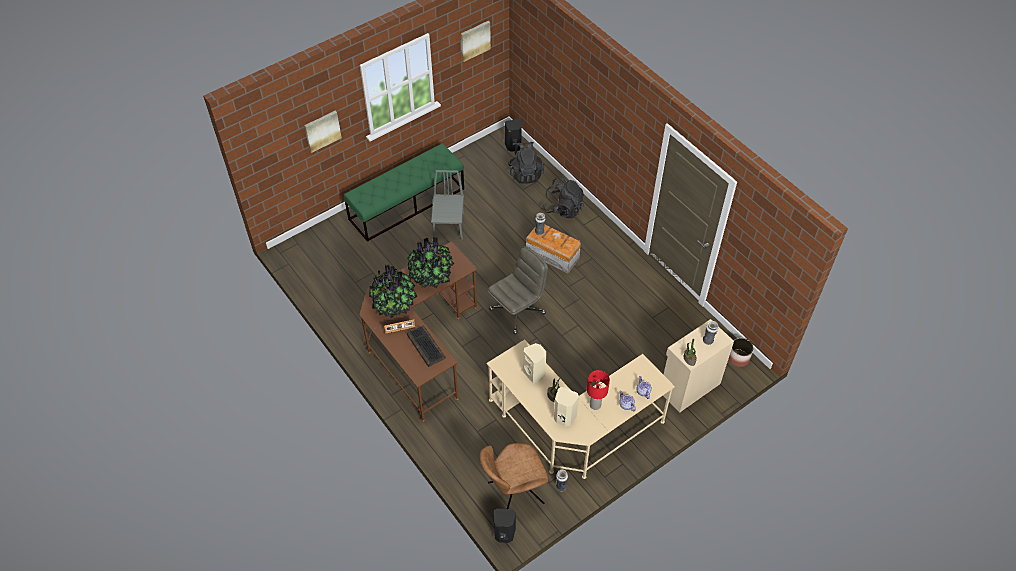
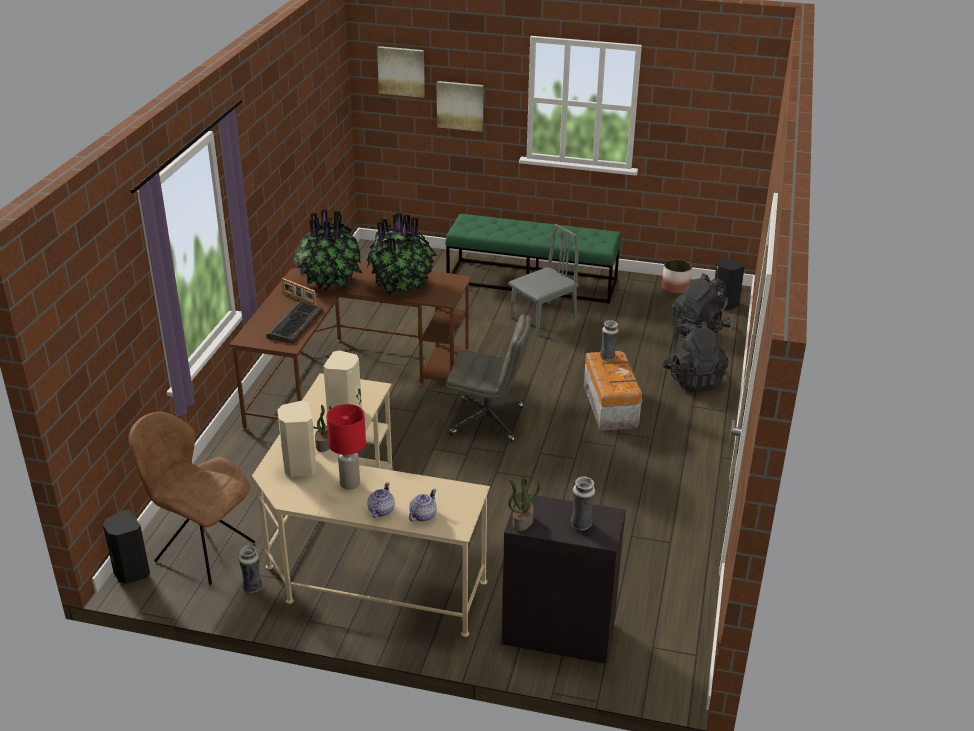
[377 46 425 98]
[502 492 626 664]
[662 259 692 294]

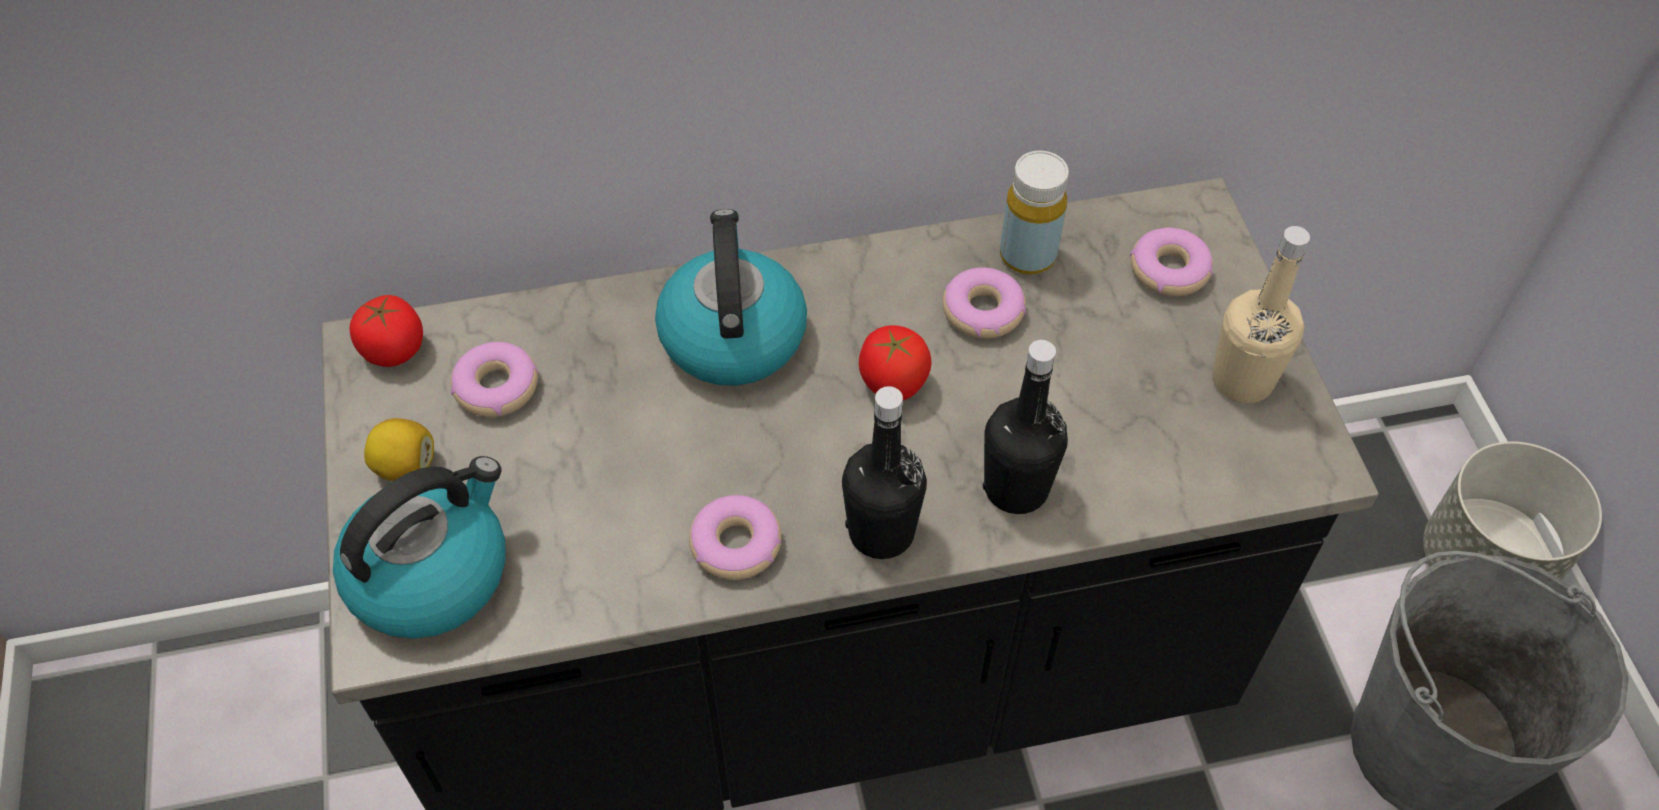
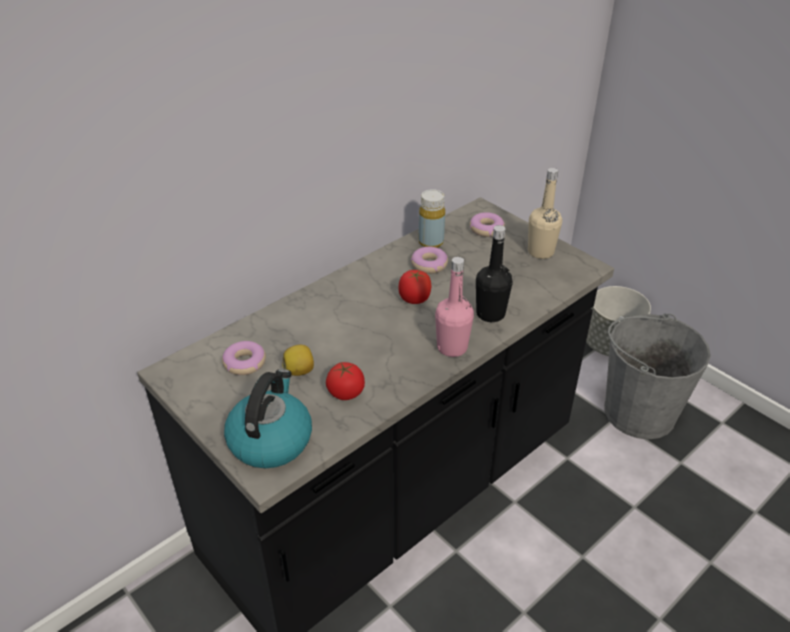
[282 345 314 376]
[326 362 365 400]
[435 257 474 357]
[655 209 807 386] (first image)
[689 495 782 580] (first image)

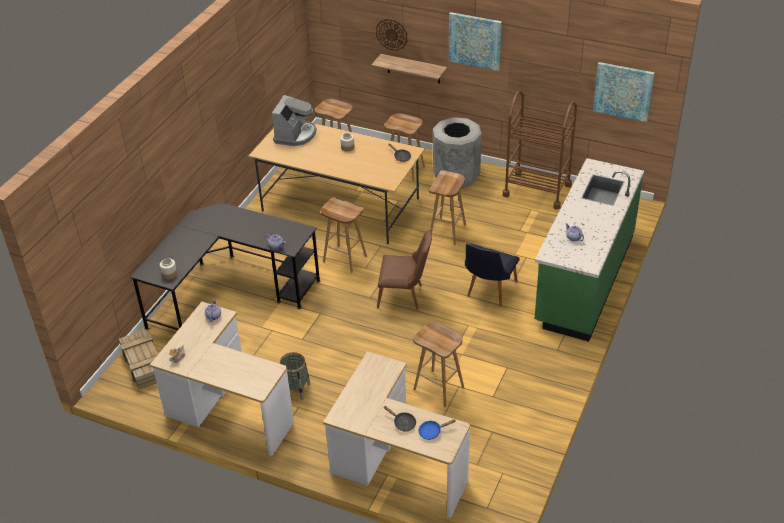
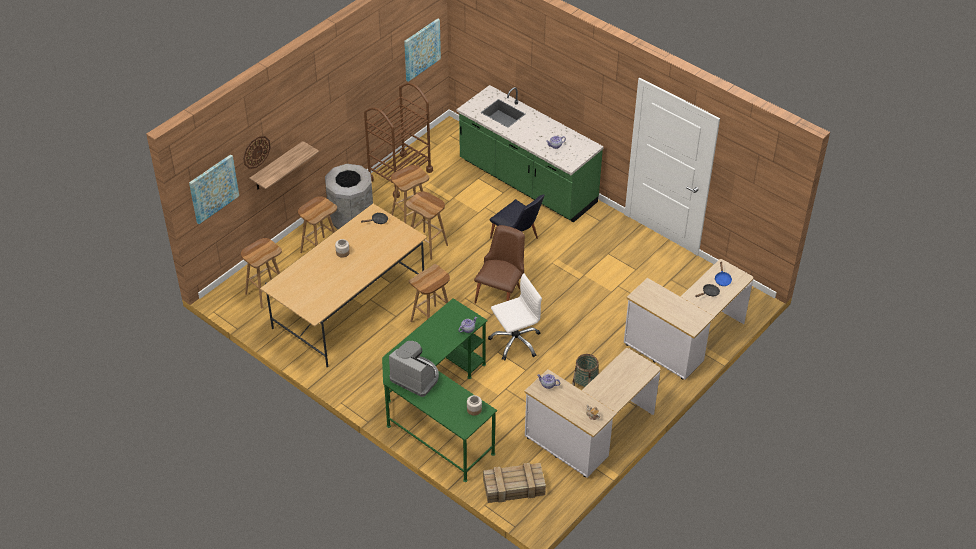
[189 154 239 224]
[382 298 497 482]
[389 341 439 397]
[391 165 429 223]
[488 273 542 361]

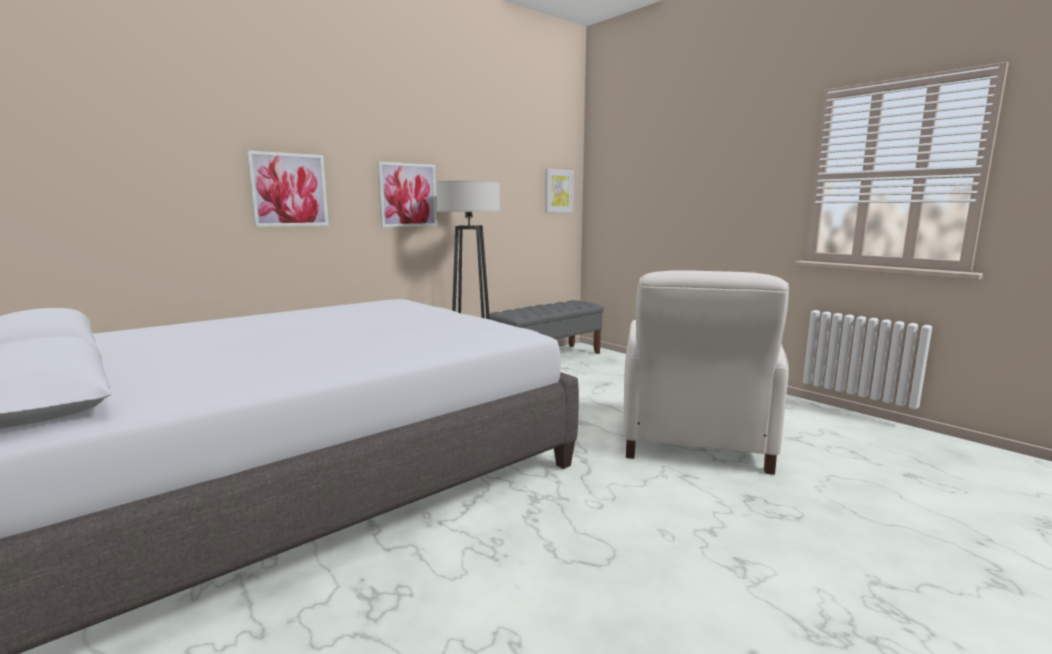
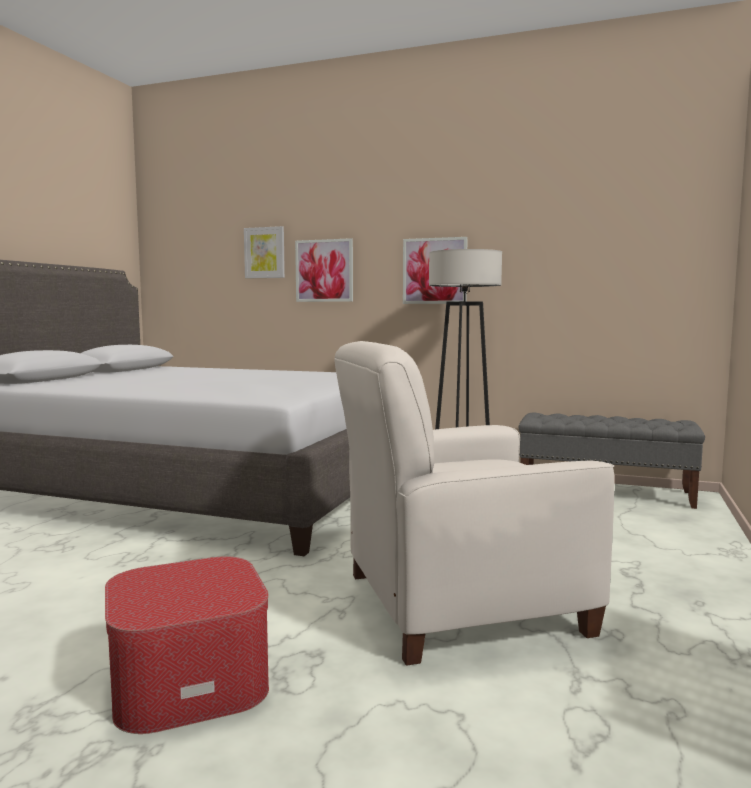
[105 556 269 734]
[244 226 285 278]

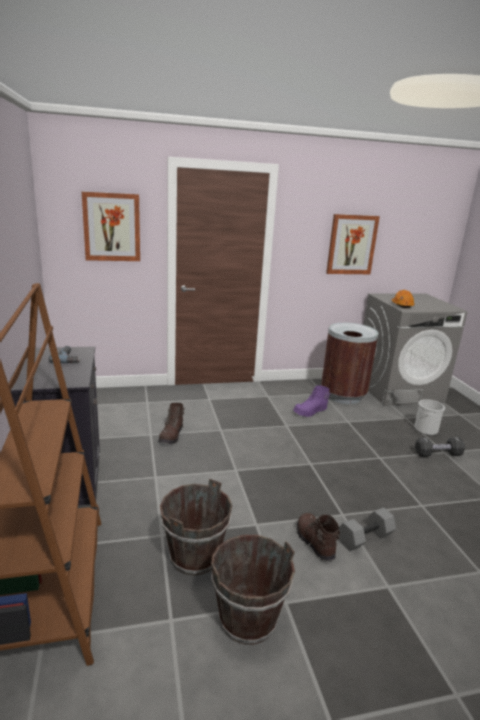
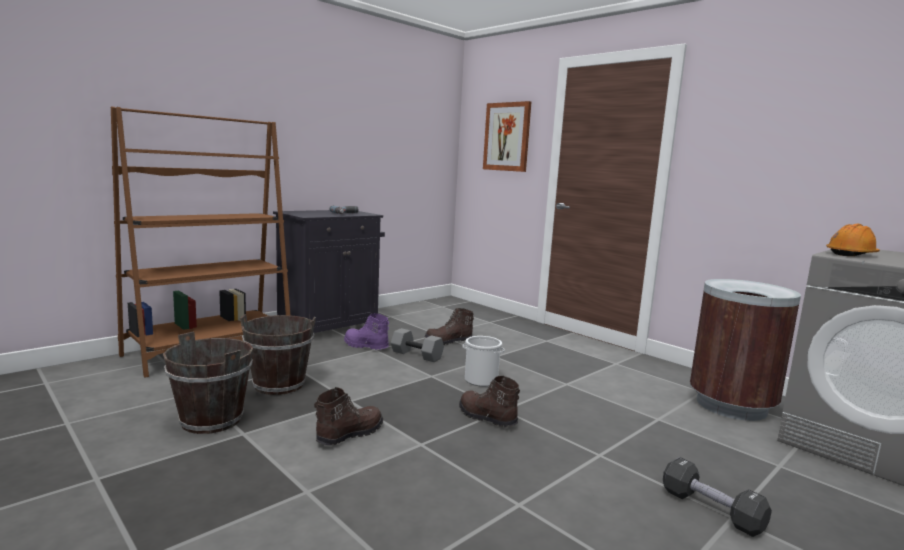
[344 313 389 350]
[391 328 444 362]
[459 376 520 428]
[462 336 505 387]
[326 214 380 274] (first image)

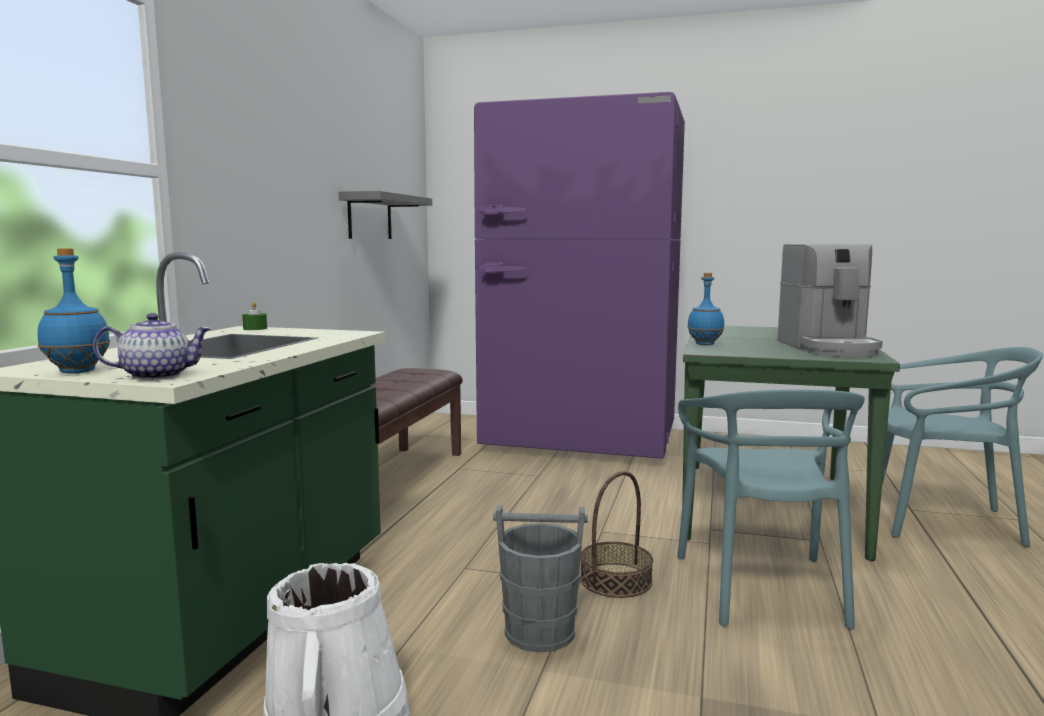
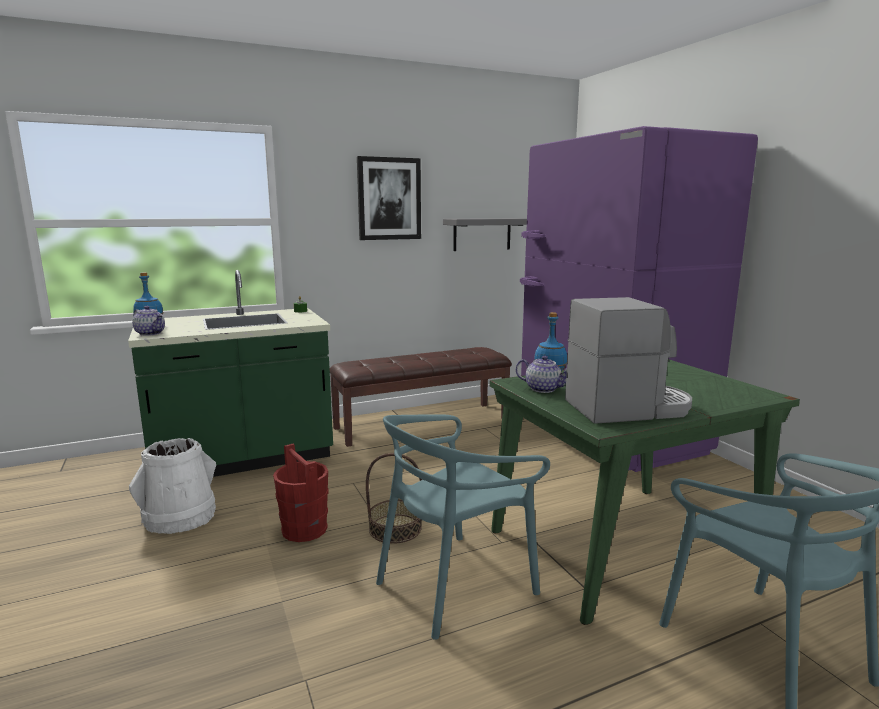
[273 443 329 542]
[357 156 421 240]
[516 355 567 393]
[565 297 692 424]

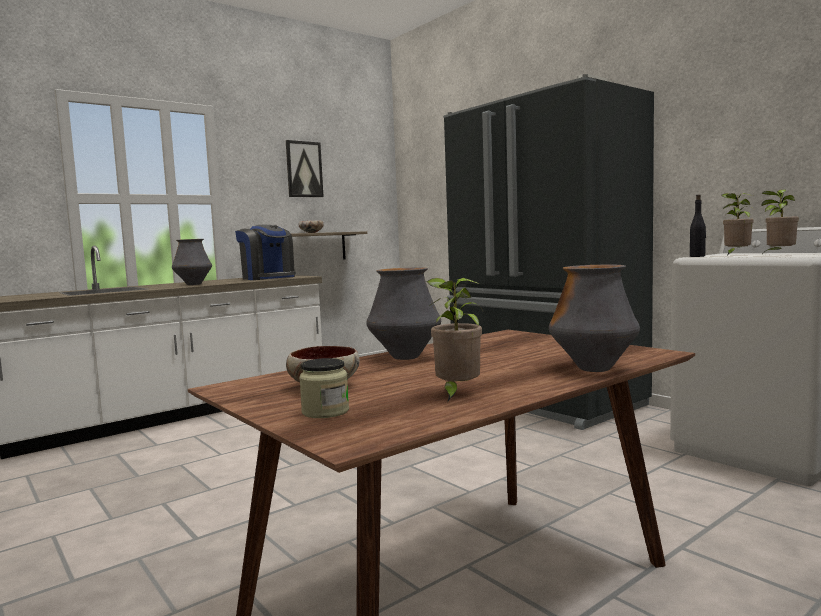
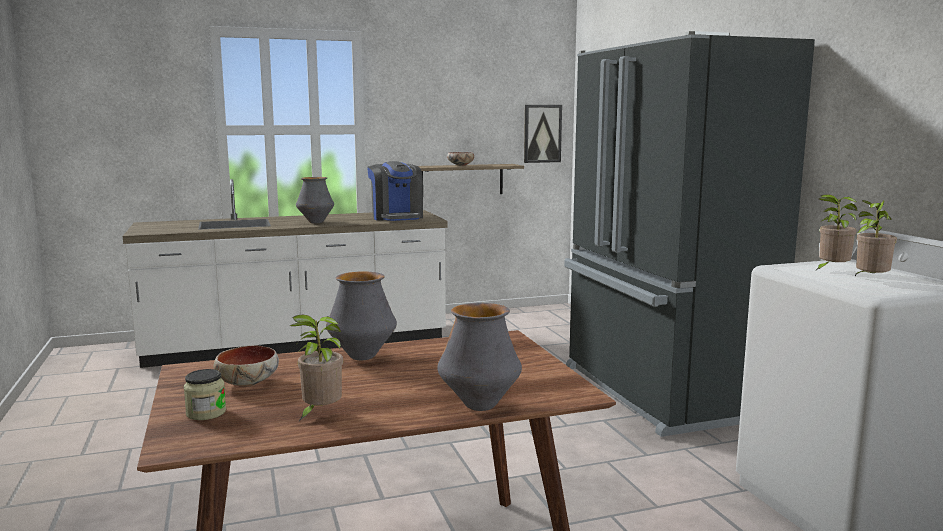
[524 105 562 163]
[690 194 706 257] (first image)

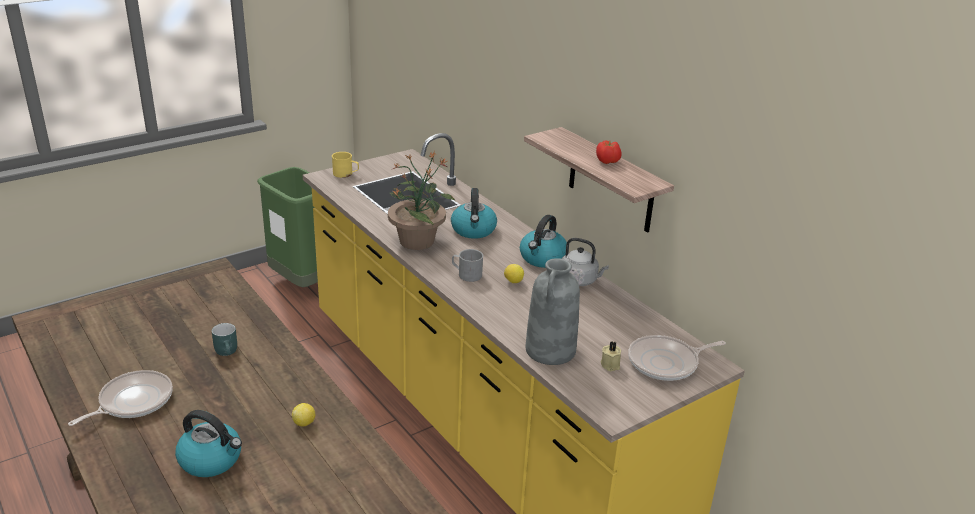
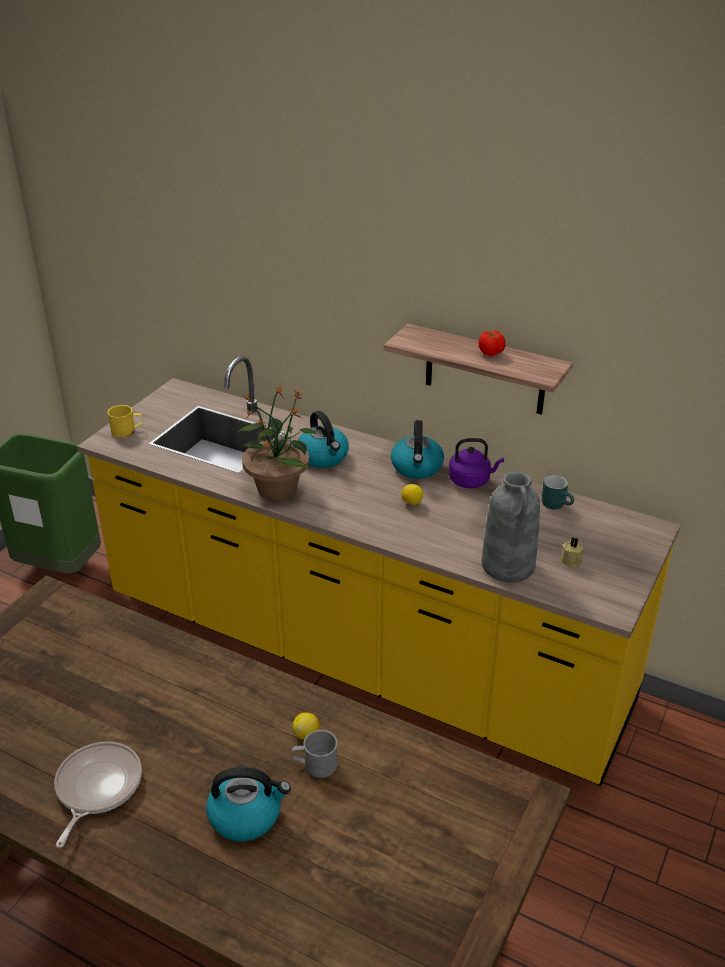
[292 730 338 778]
[449 438 504 488]
[542 475 574 509]
[628 335 726 381] (first image)

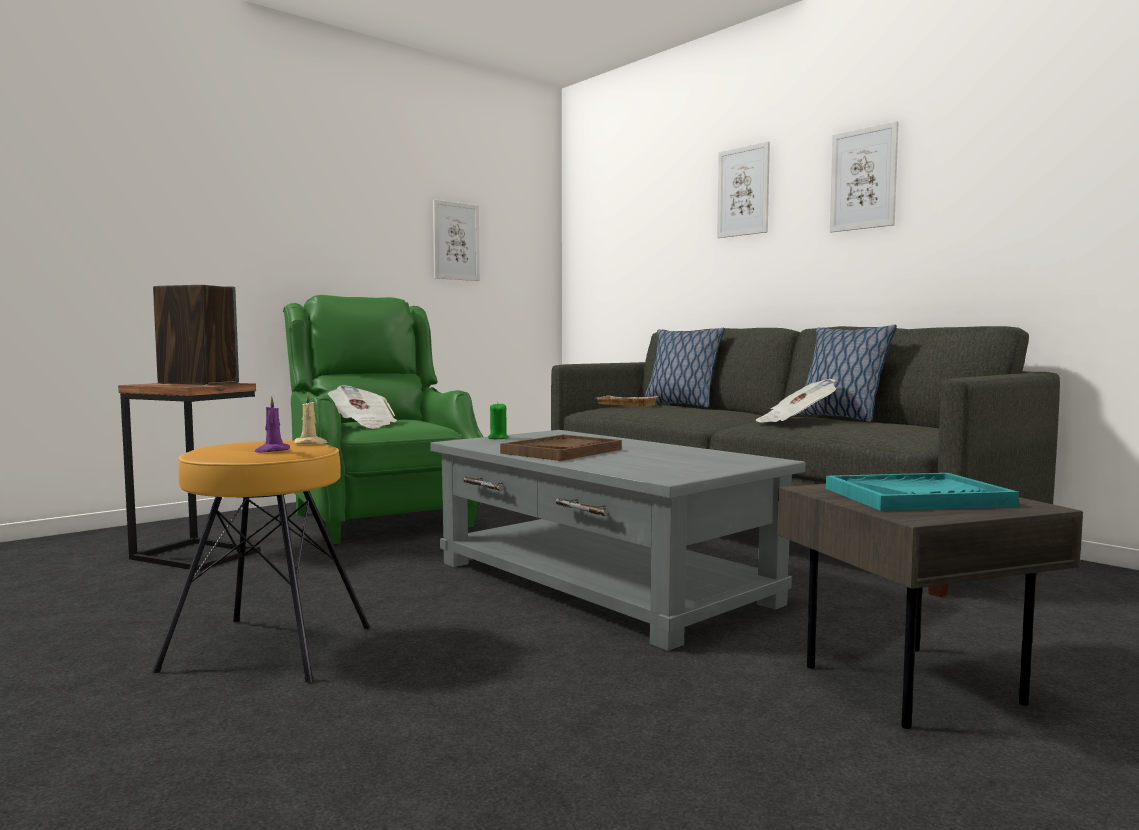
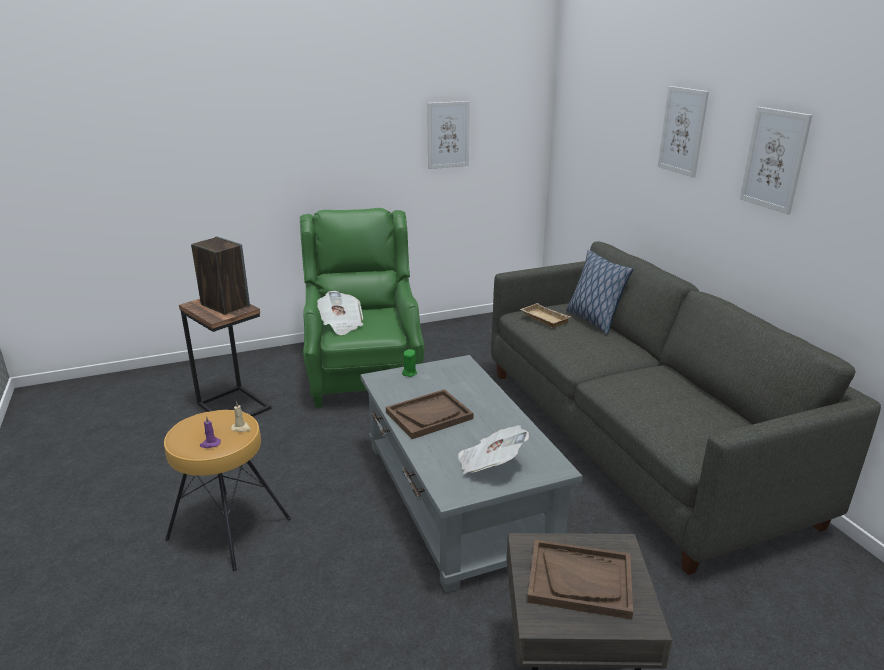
[458 425 529 474]
[527 540 633 620]
[796 324 897 422] (first image)

